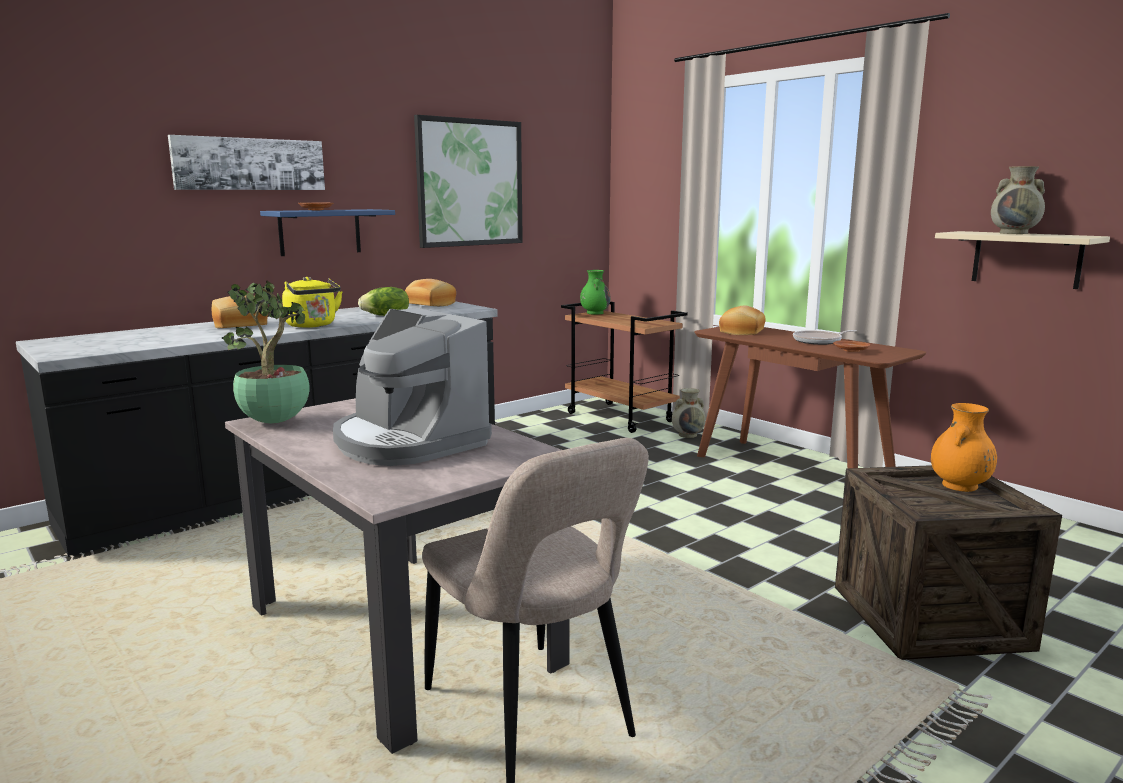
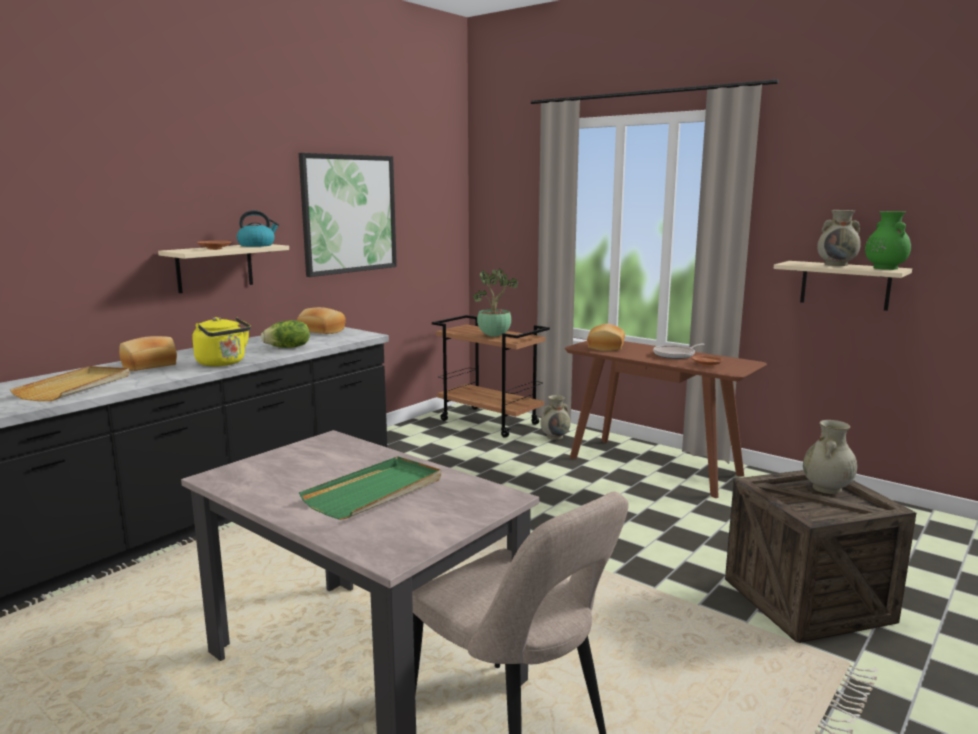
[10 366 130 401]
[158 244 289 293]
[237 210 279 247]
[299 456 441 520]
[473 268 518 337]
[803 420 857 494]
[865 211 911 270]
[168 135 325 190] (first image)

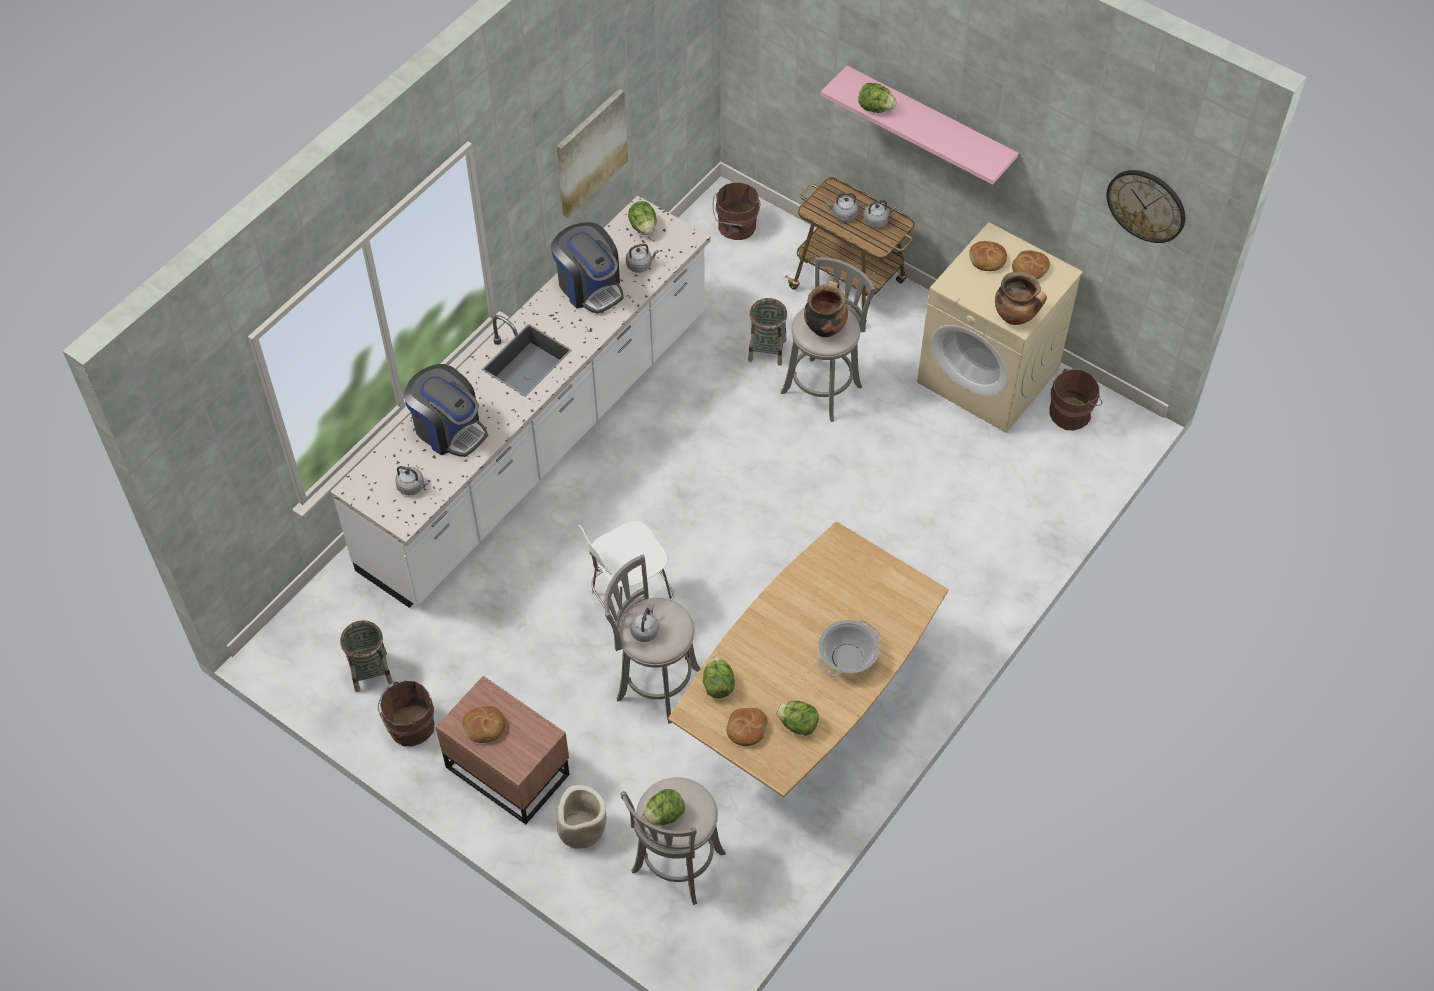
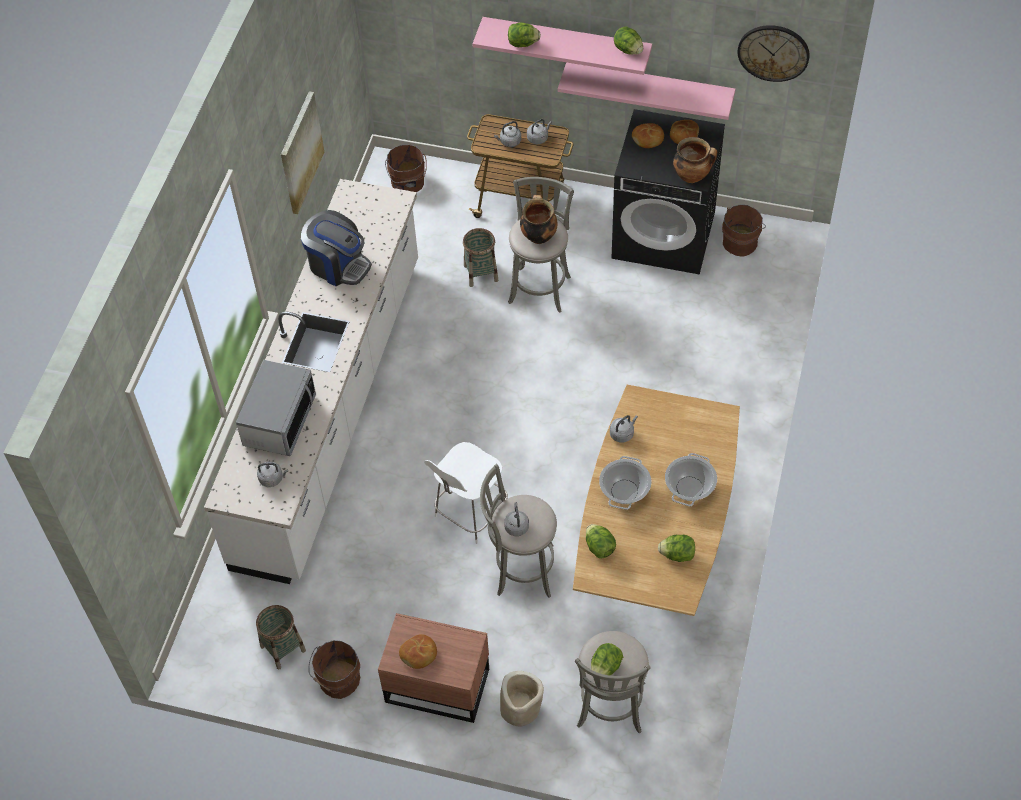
[236 360 316 456]
[558 62 736 120]
[599 456 652 510]
[610 415 638 443]
[612 109 725 275]
[614 26 643 54]
[726 708 767 746] (first image)

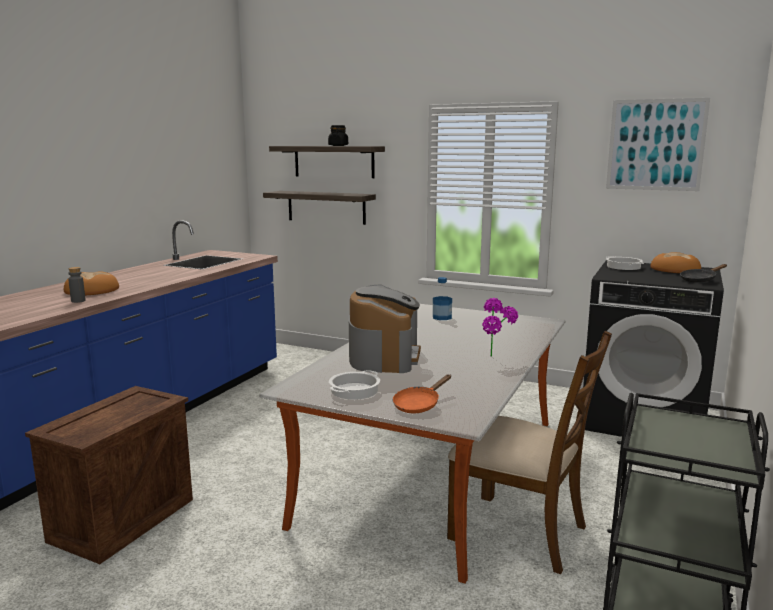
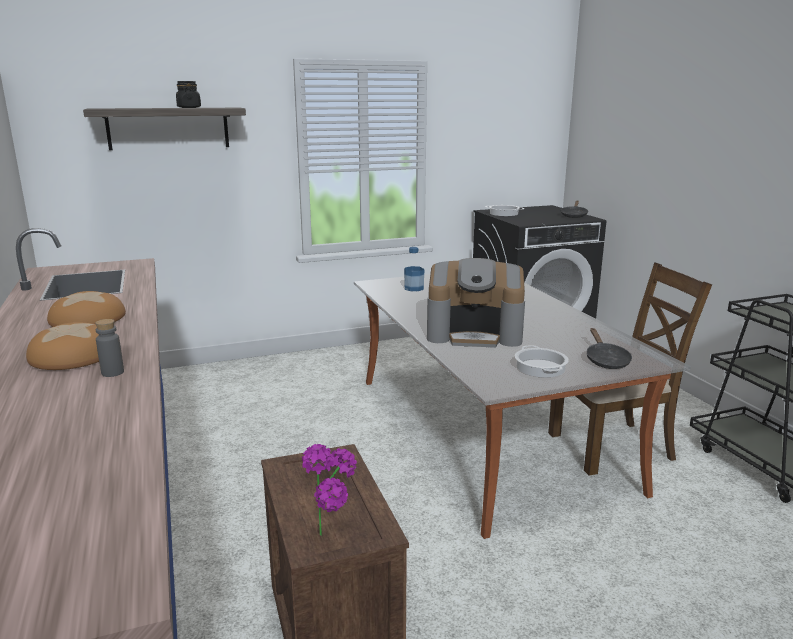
[47 291 126 327]
[302 444 357 536]
[427 258 525 348]
[587 328 632 369]
[263 191 376 225] (first image)
[606 98 710 191] (first image)

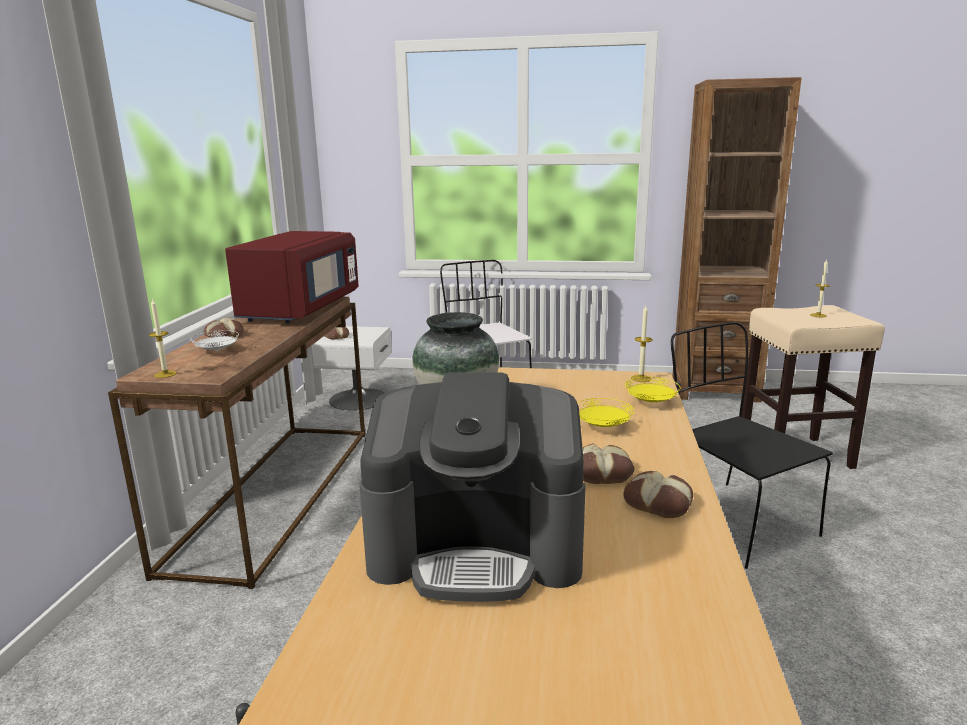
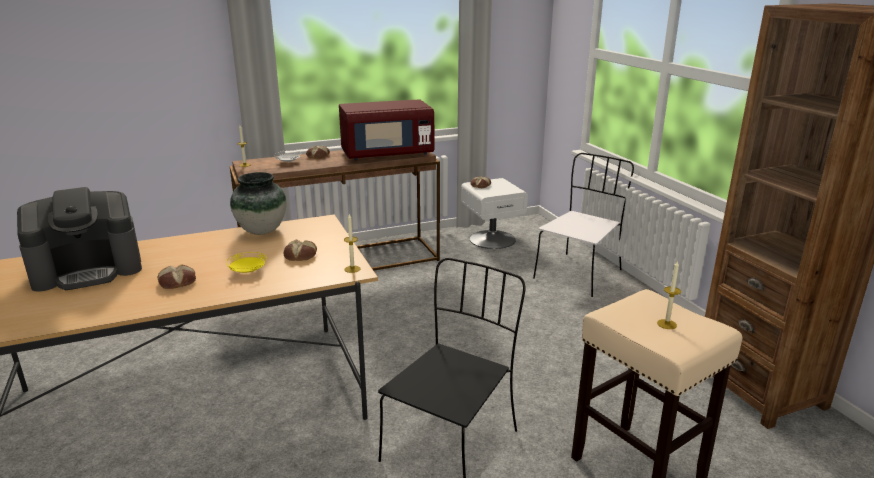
[17 187 142 292]
[284 239 317 261]
[625 377 681 403] (first image)

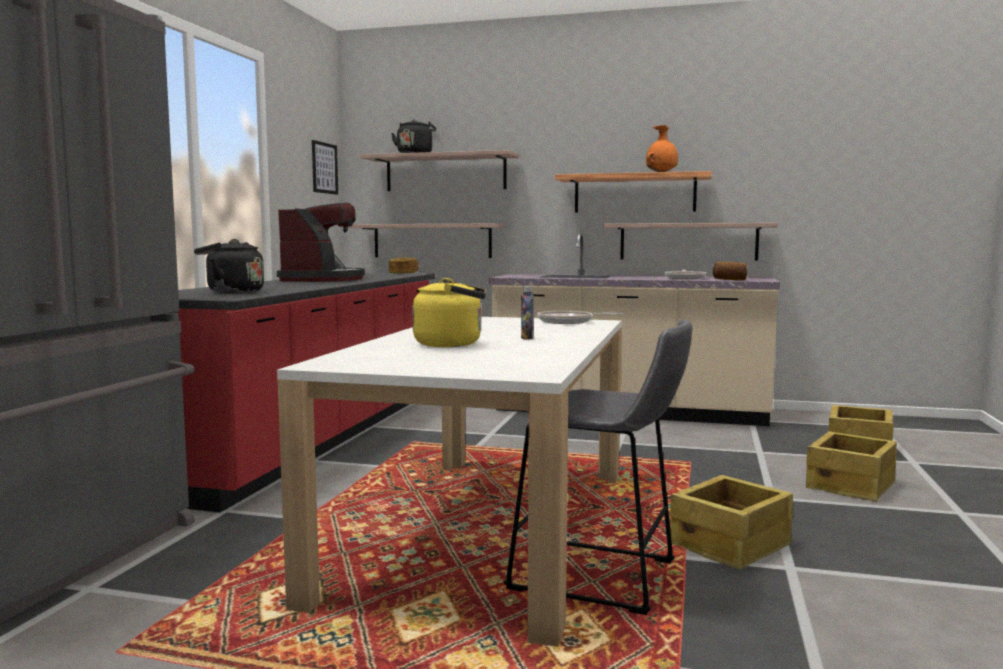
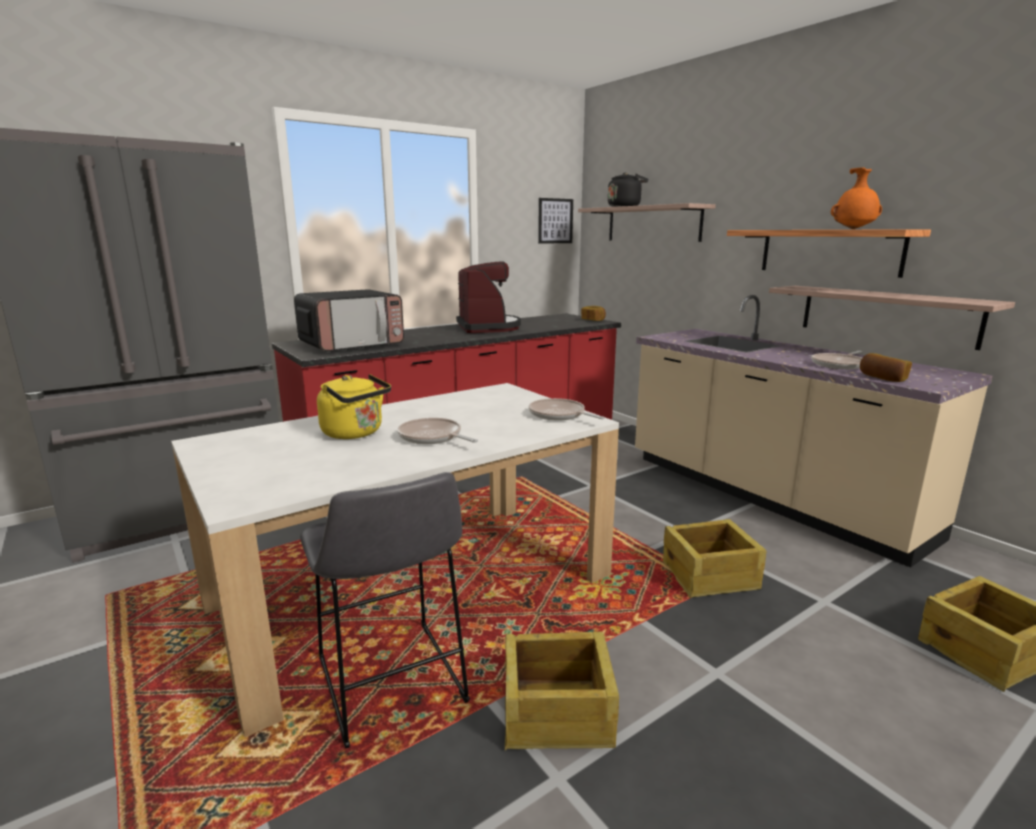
[294 289 404 352]
[398 418 478 444]
[456 261 521 333]
[663 519 766 598]
[348 224 504 258] (first image)

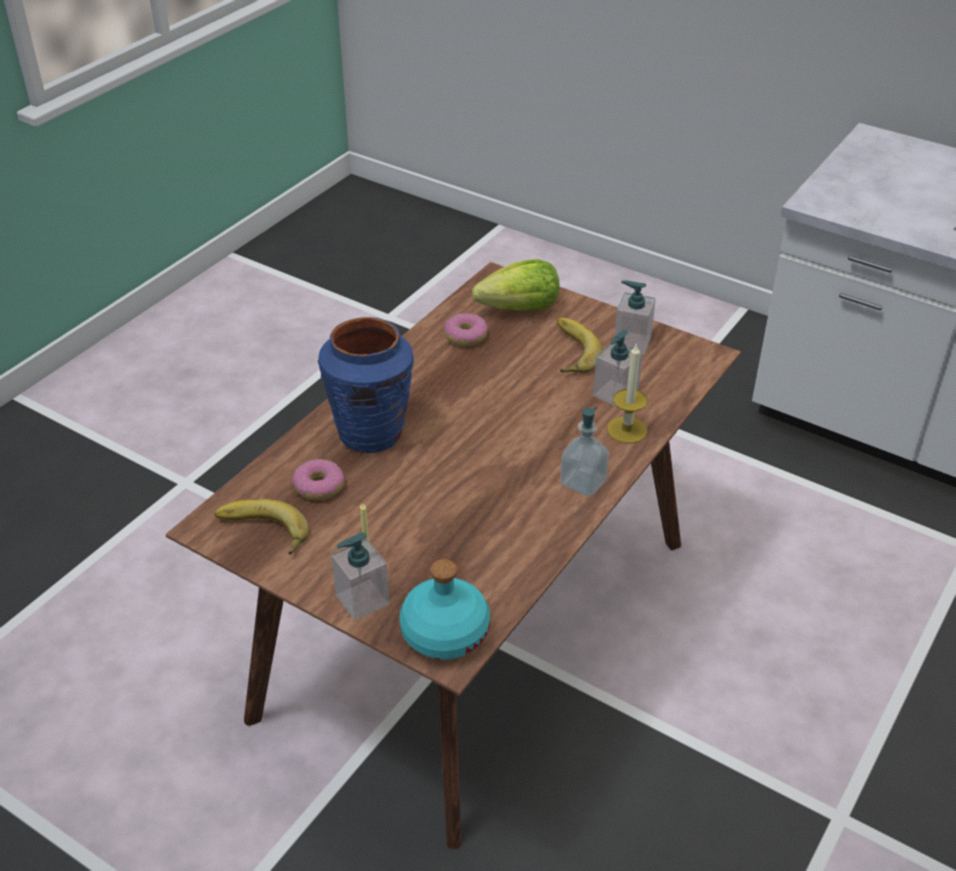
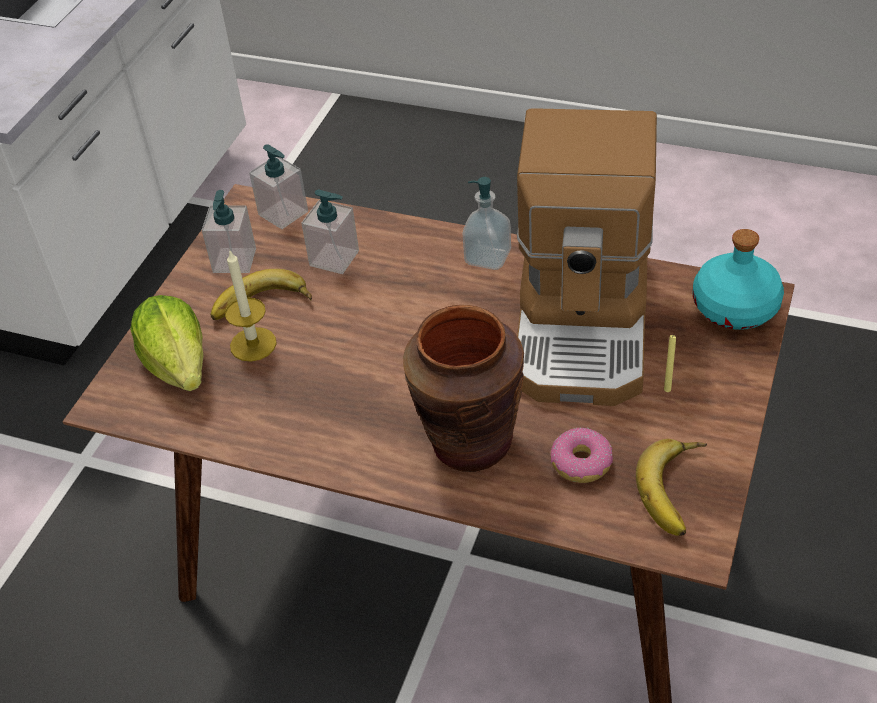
[225 249 277 362]
[249 144 308 229]
[403 305 524 472]
[517 108 657 406]
[444 313 488 346] (first image)

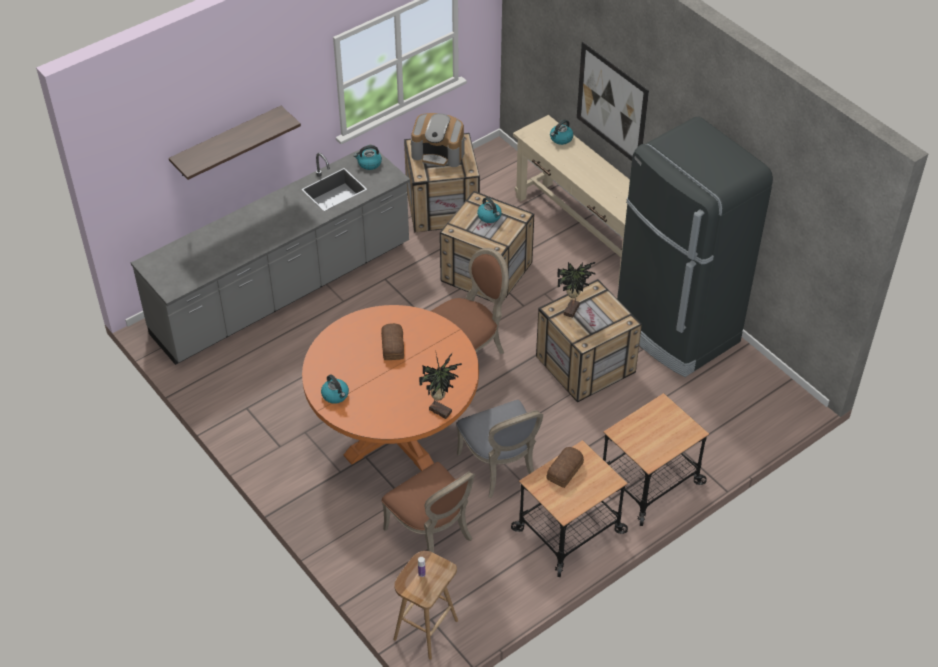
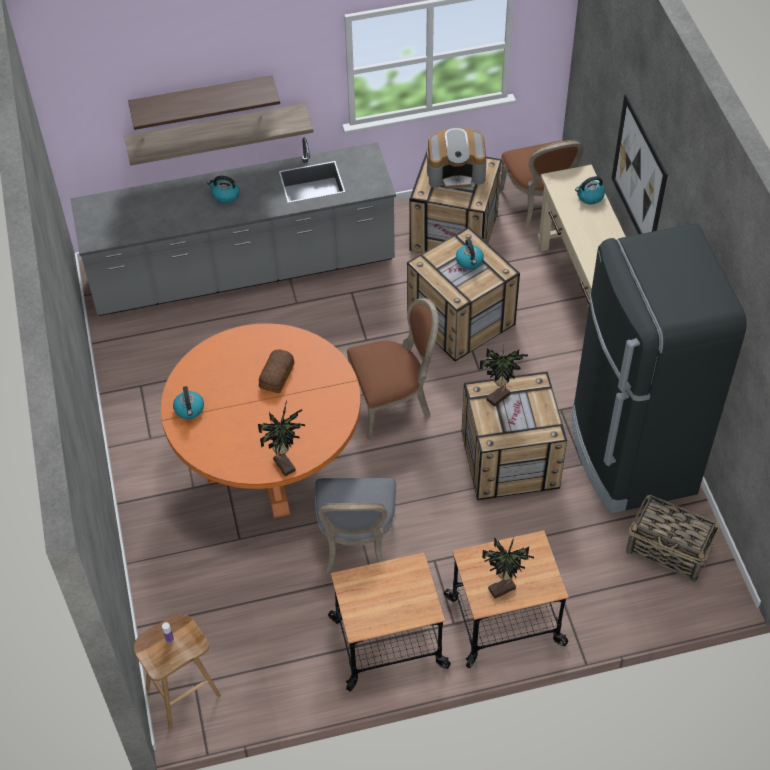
[124 104 313 166]
[207 176 240 204]
[427 128 487 189]
[482 537 534 599]
[499 140 584 230]
[626 495 720 582]
[546 447 584 488] (first image)

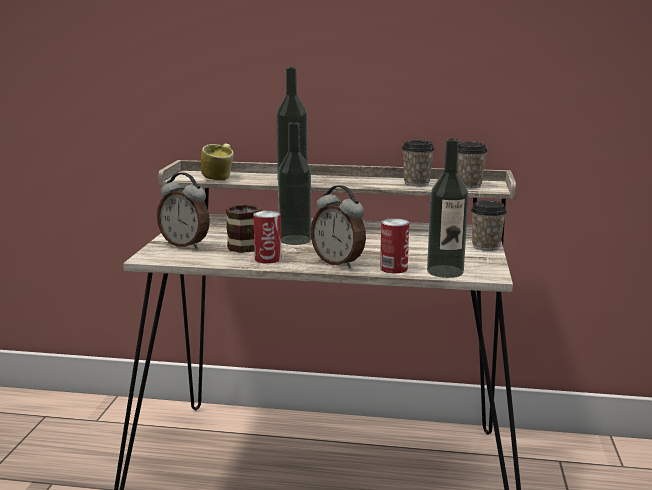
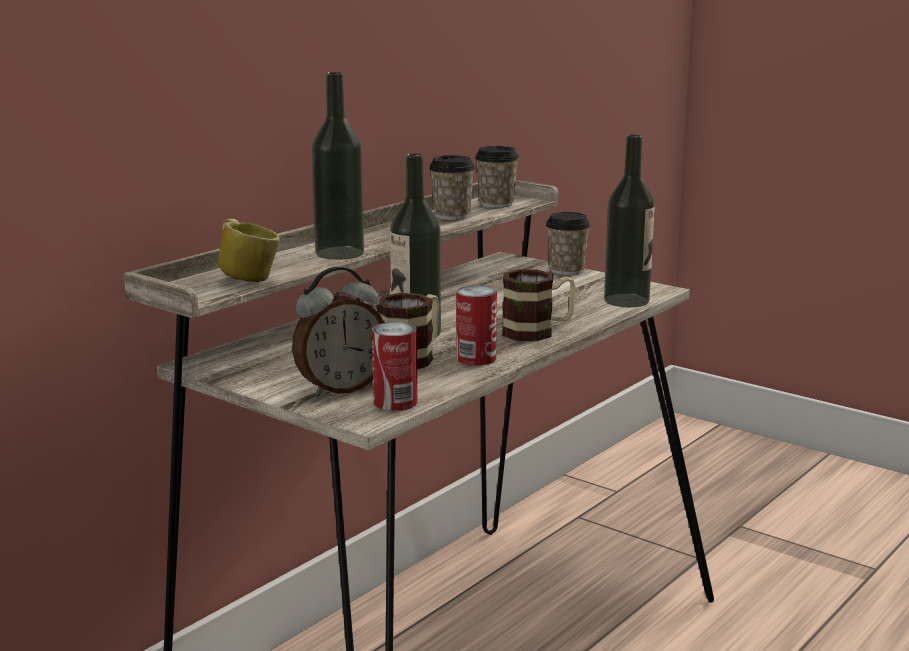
[372 322 418 411]
[502 269 576 341]

